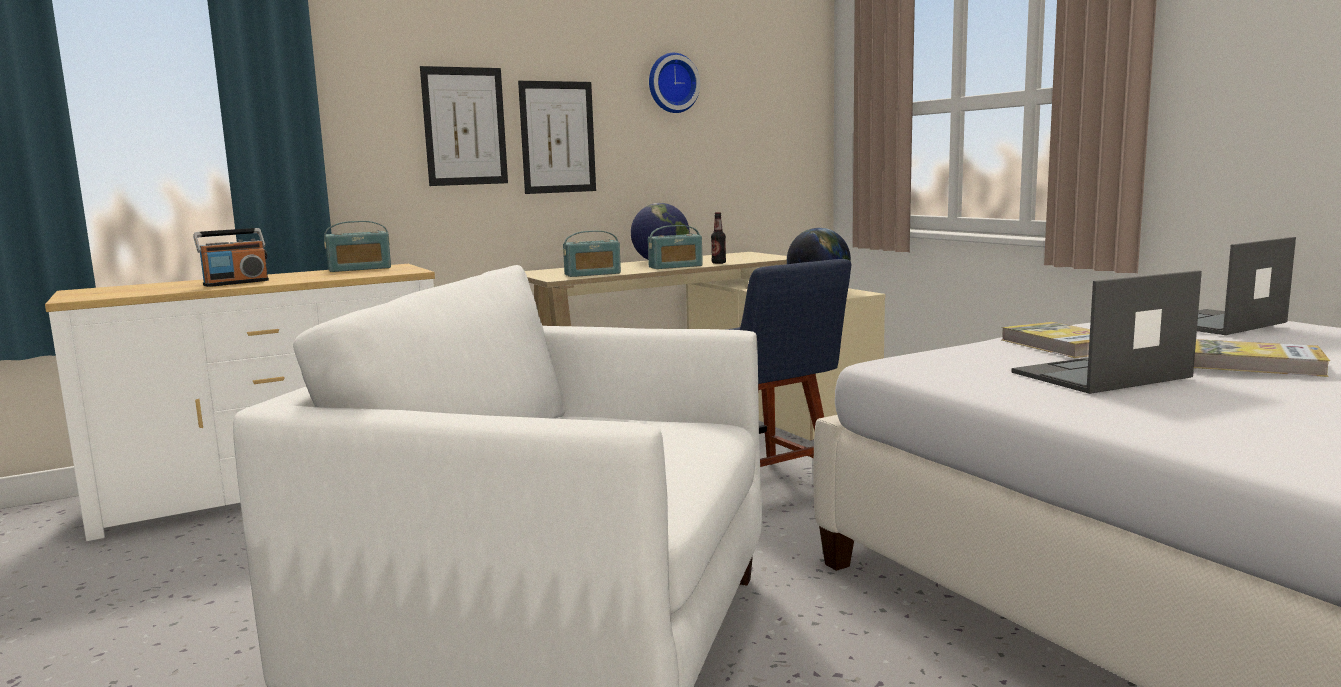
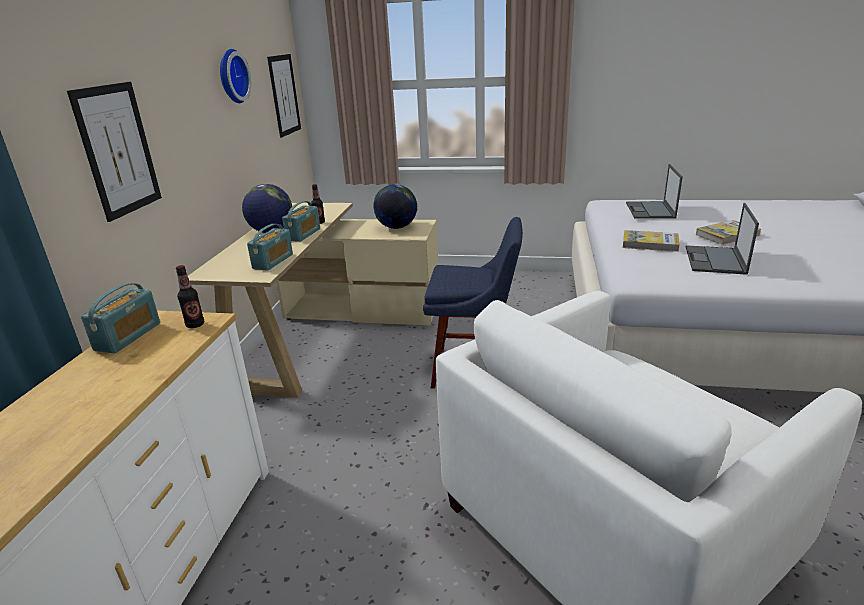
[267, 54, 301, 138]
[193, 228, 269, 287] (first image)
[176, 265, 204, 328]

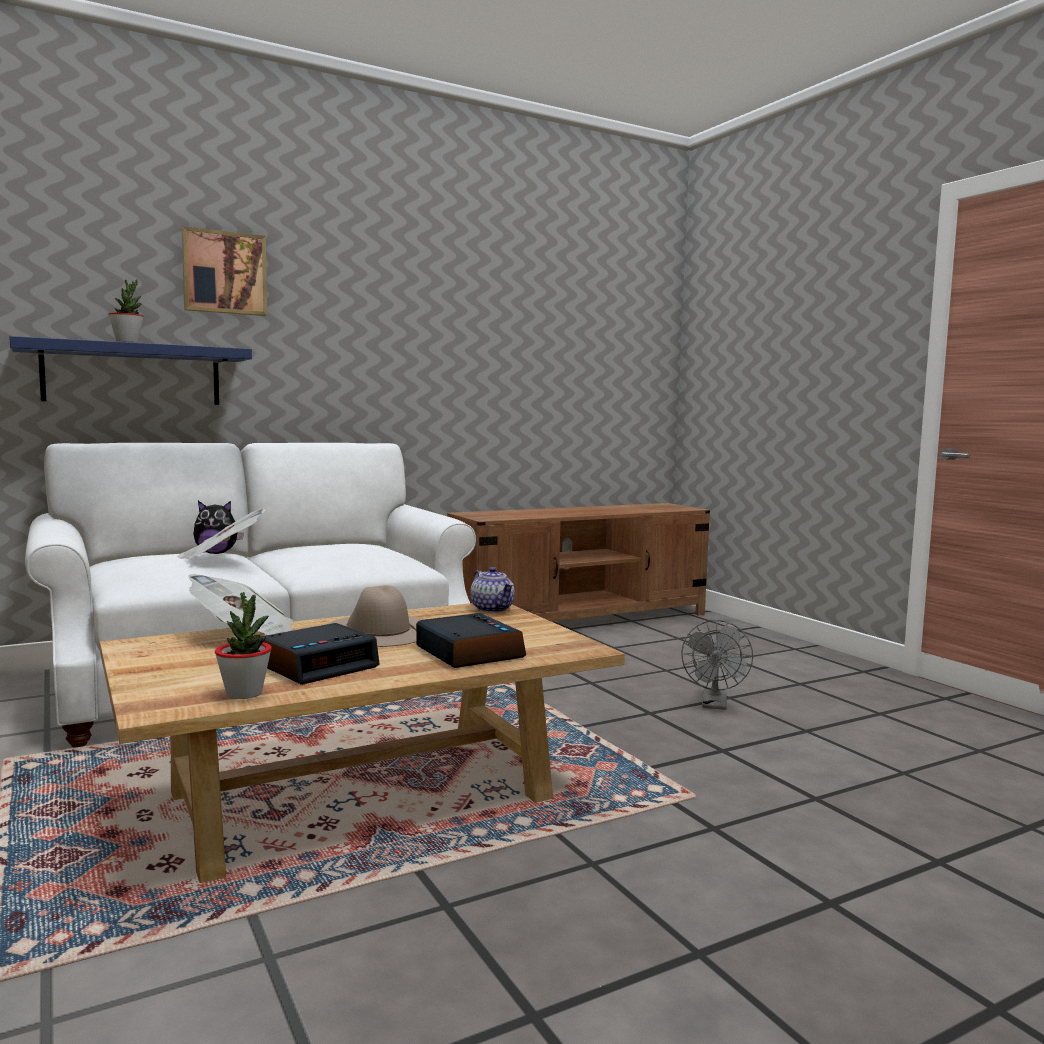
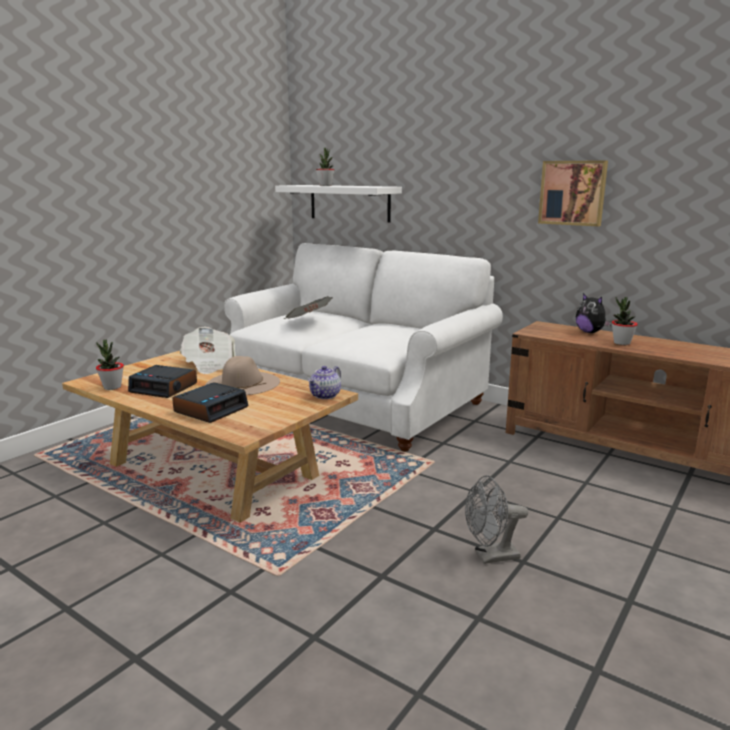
[538, 160, 608, 226]
[275, 185, 402, 223]
[576, 293, 611, 333]
[612, 297, 638, 345]

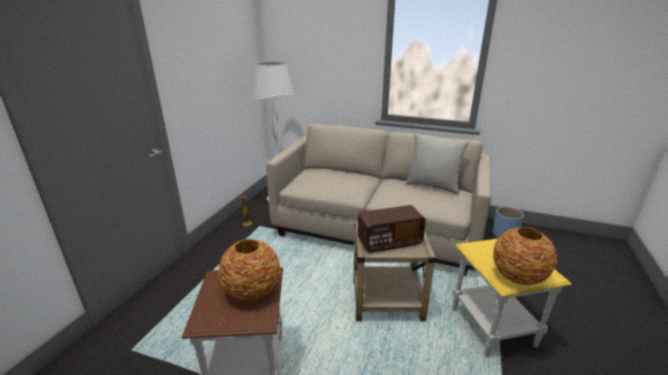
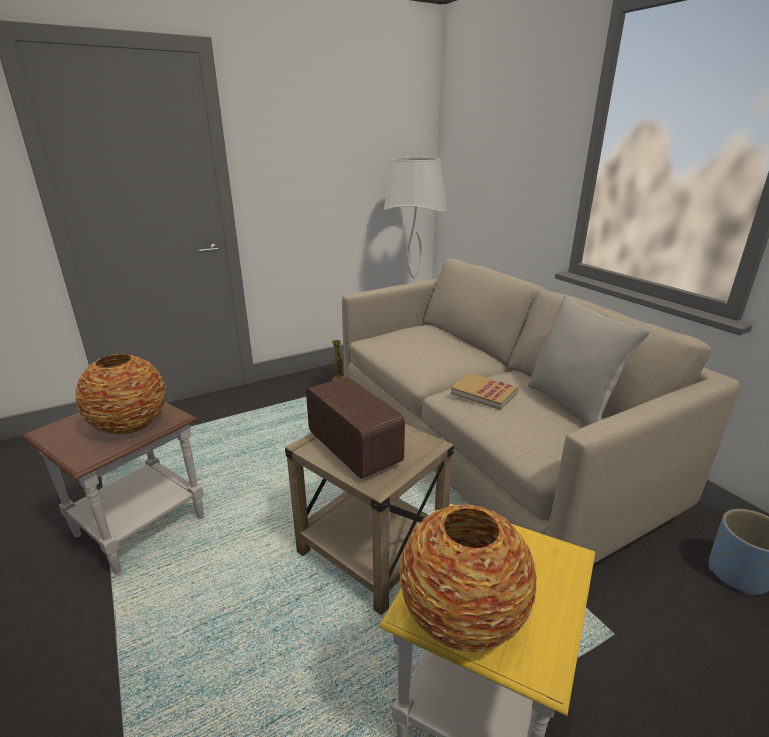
[306, 377, 405, 479]
[451, 373, 519, 410]

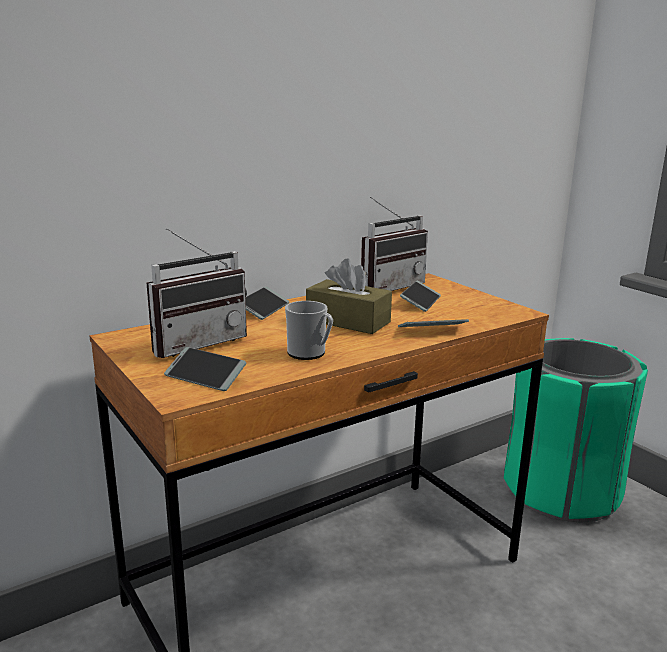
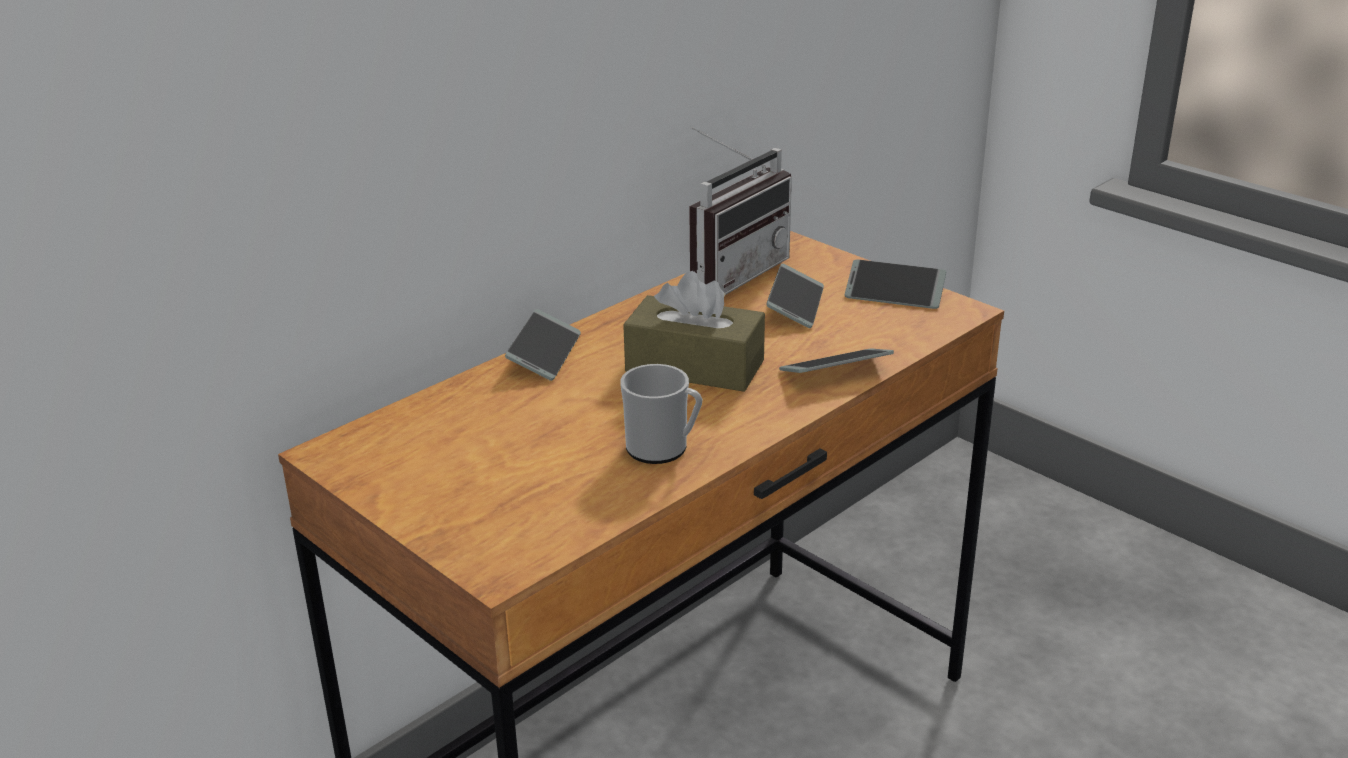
[147, 228, 247, 358] (first image)
[504, 338, 648, 522] (first image)
[845, 260, 946, 309]

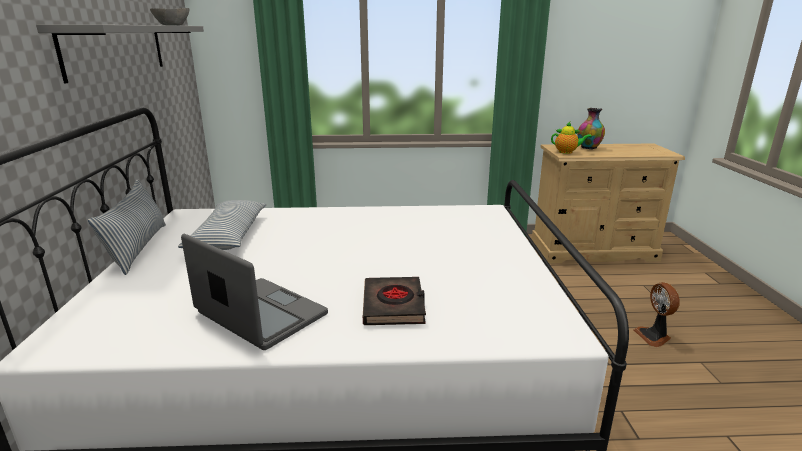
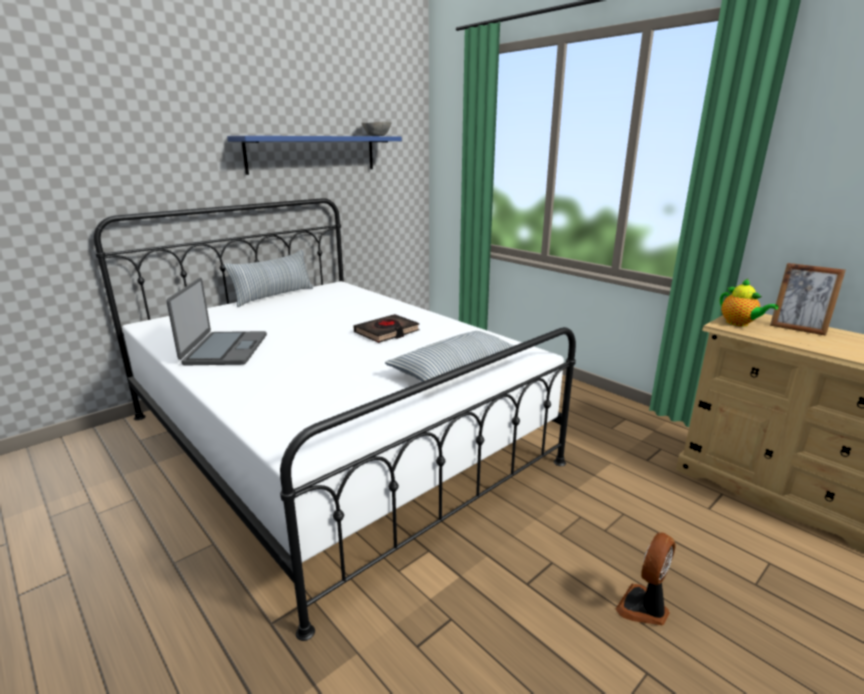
[227, 136, 402, 175]
[770, 263, 846, 336]
[385, 331, 515, 382]
[354, 314, 420, 343]

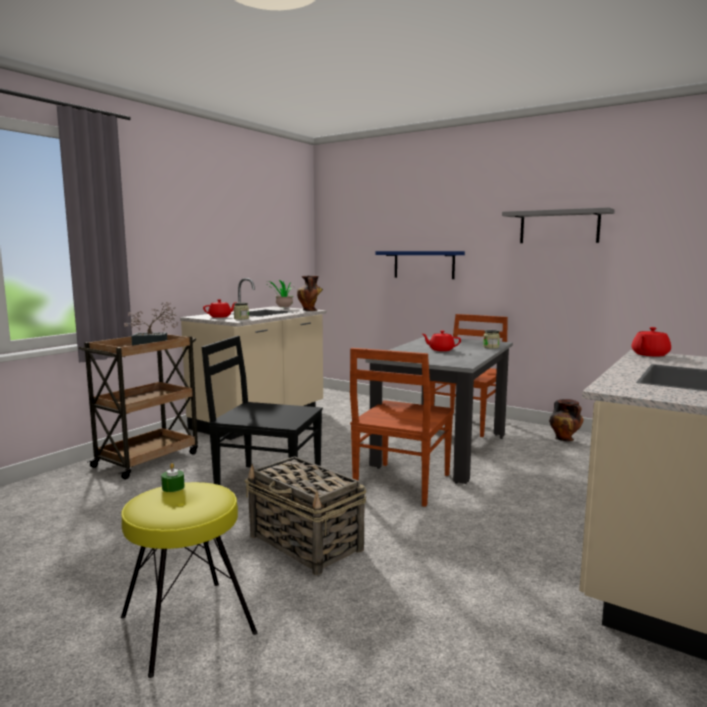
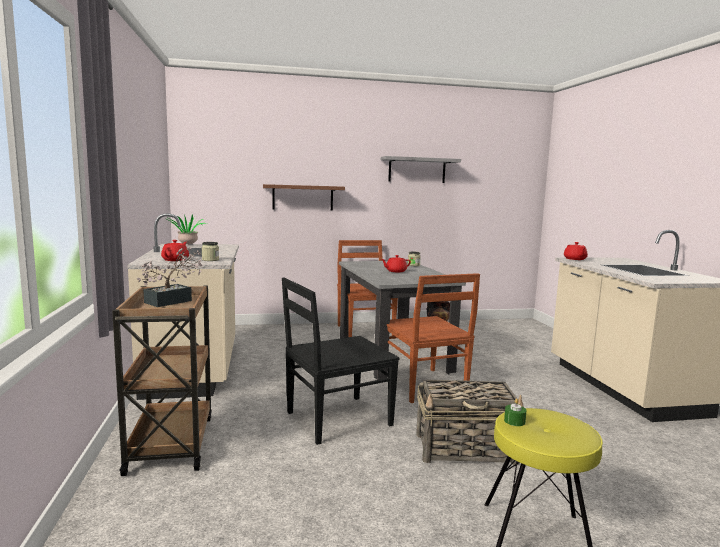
[263, 184, 345, 211]
[297, 276, 323, 311] (first image)

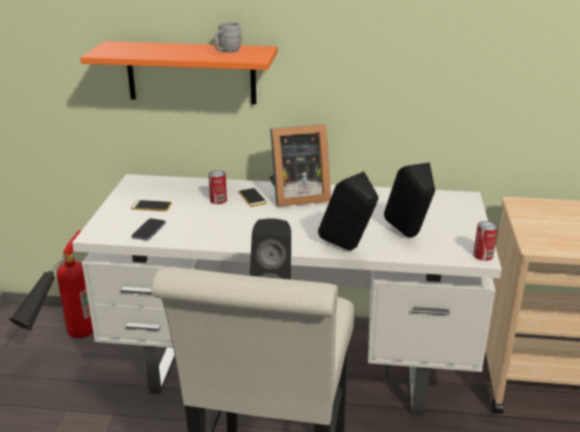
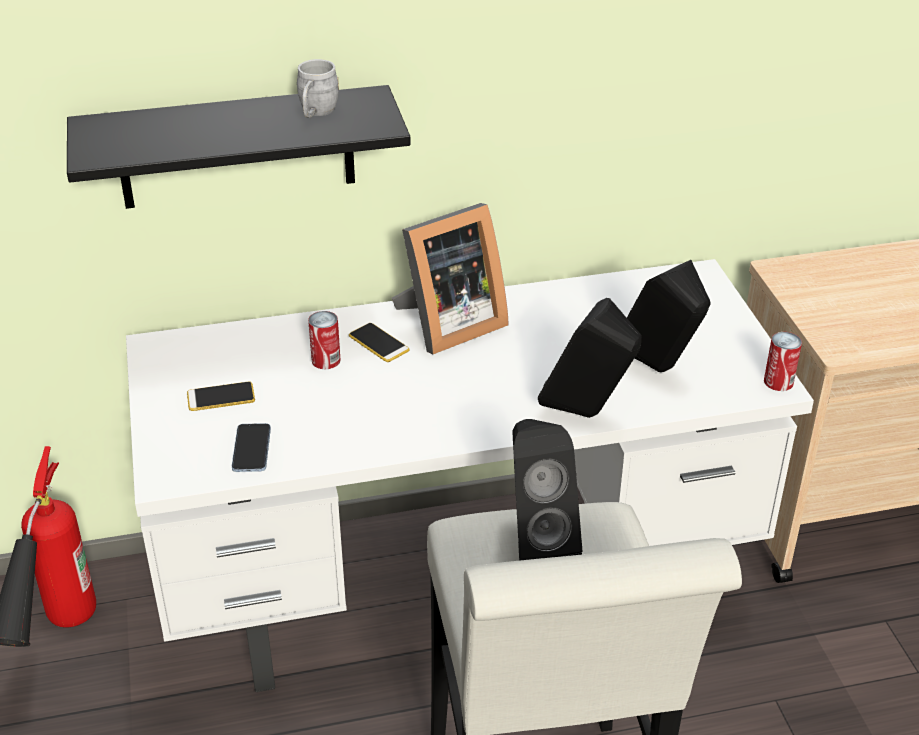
[67, 85, 411, 209]

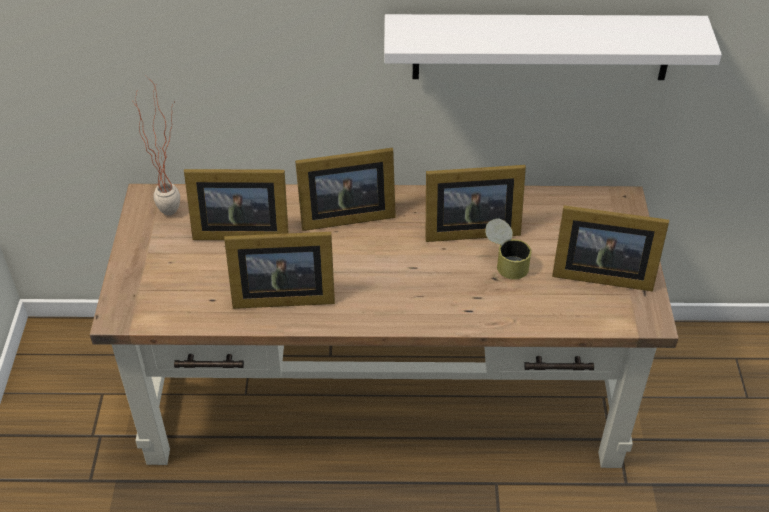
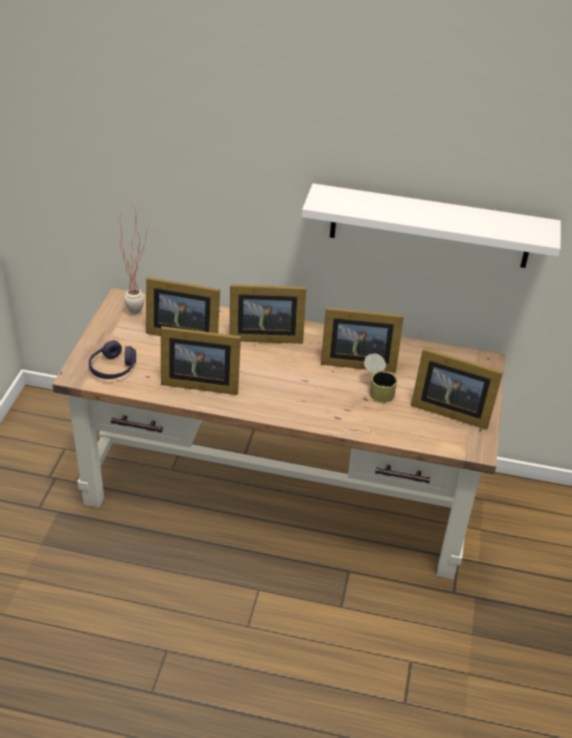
[89, 340, 136, 379]

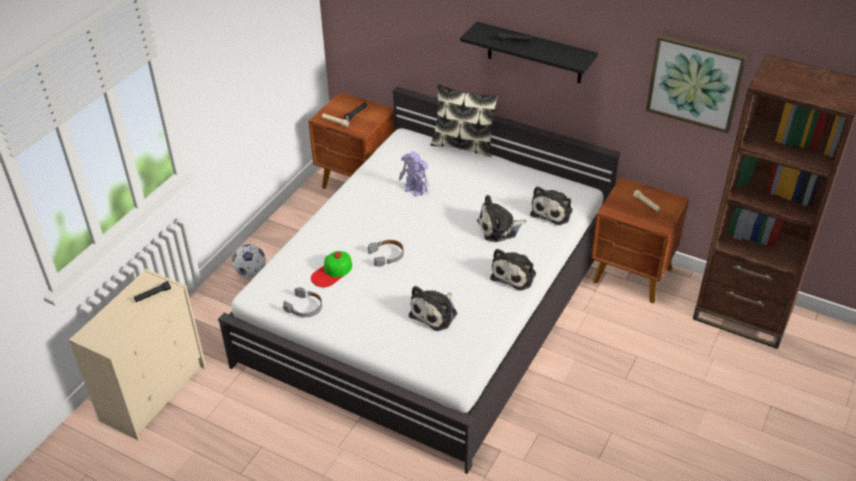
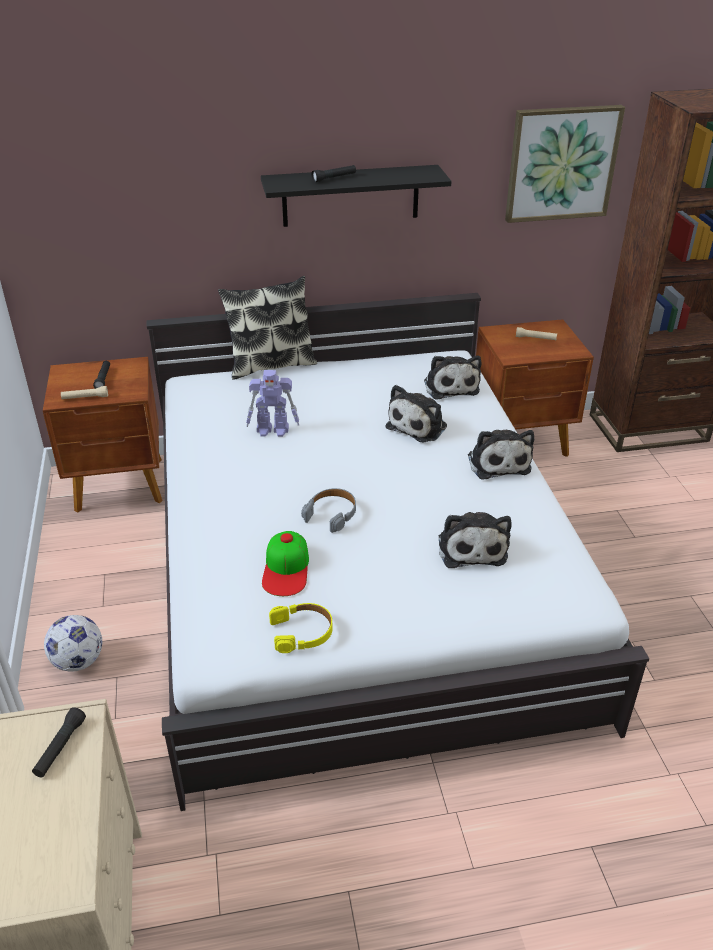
[269, 603, 333, 653]

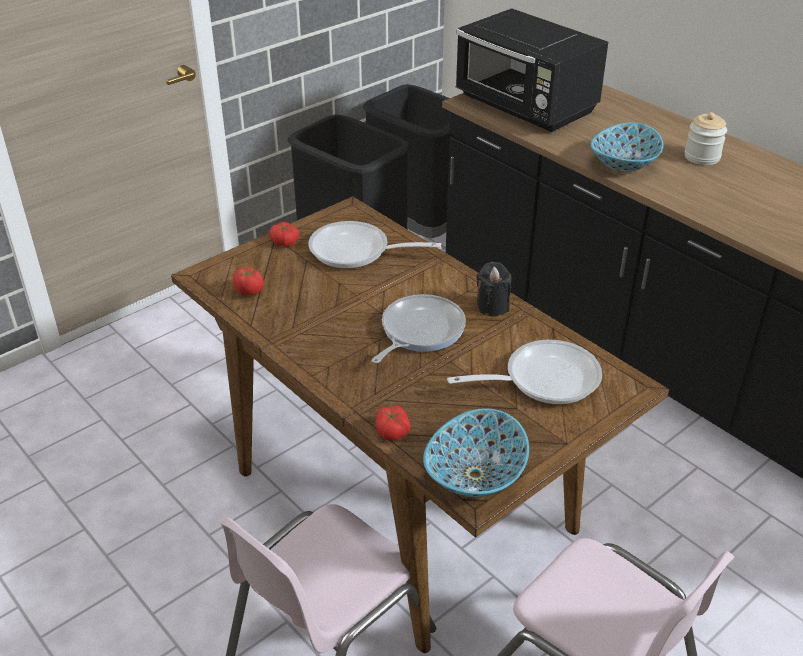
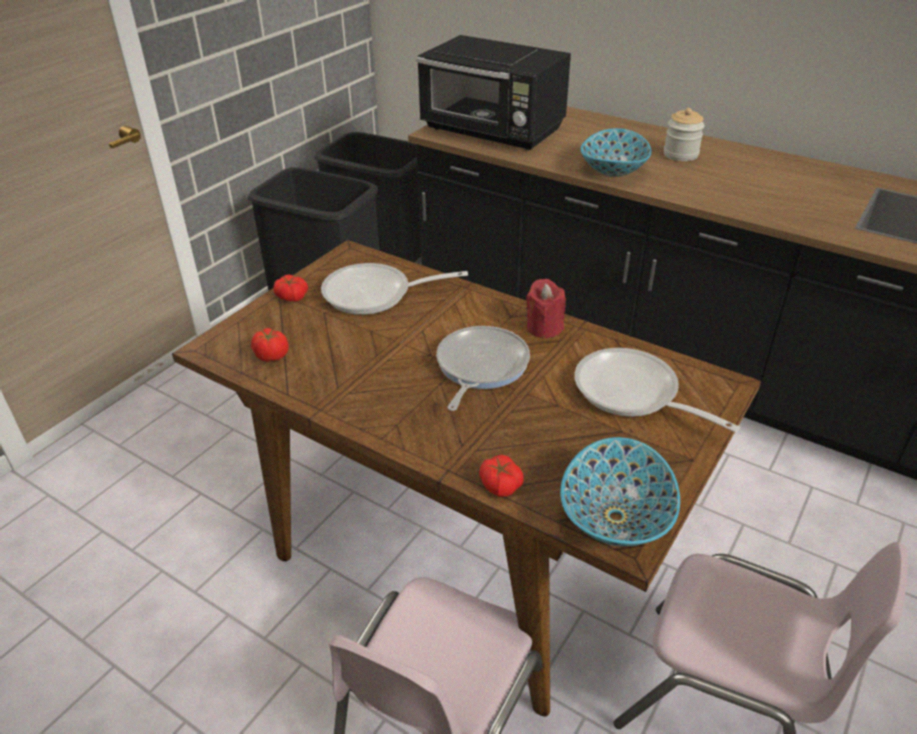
[526, 279, 566, 338]
[574, 348, 740, 432]

